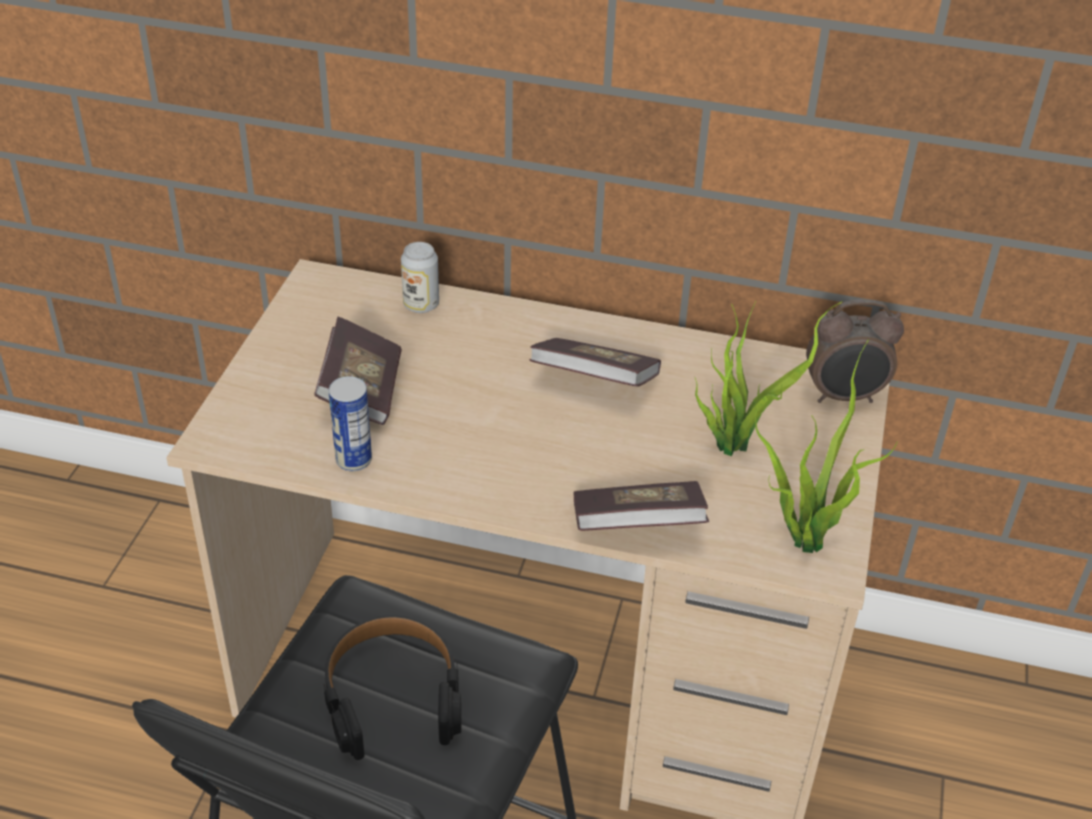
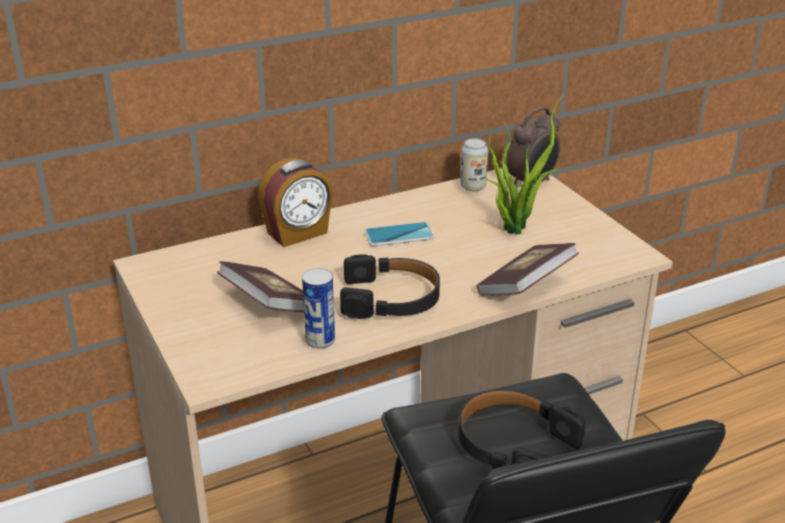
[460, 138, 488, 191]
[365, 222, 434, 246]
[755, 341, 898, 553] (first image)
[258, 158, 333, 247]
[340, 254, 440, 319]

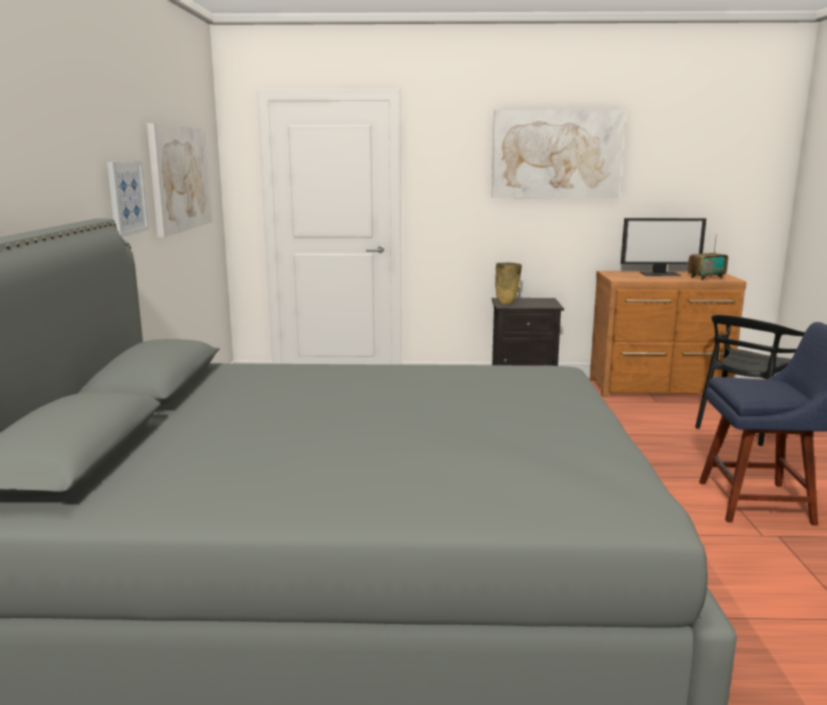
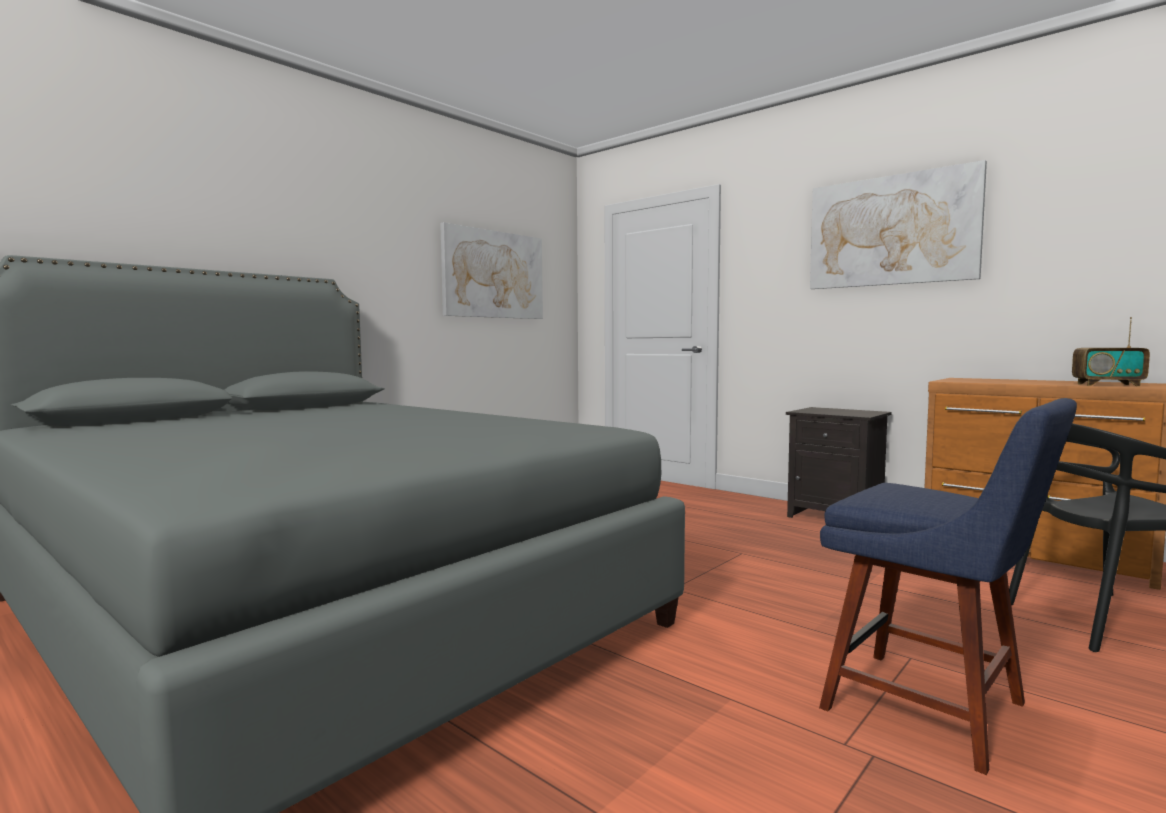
[107, 161, 149, 237] (first image)
[621, 218, 707, 276] (first image)
[495, 263, 522, 305] (first image)

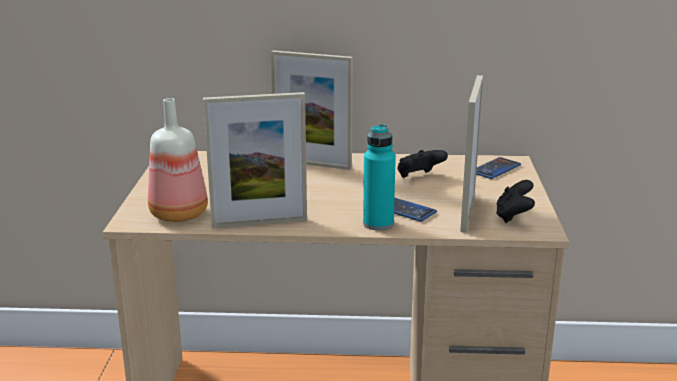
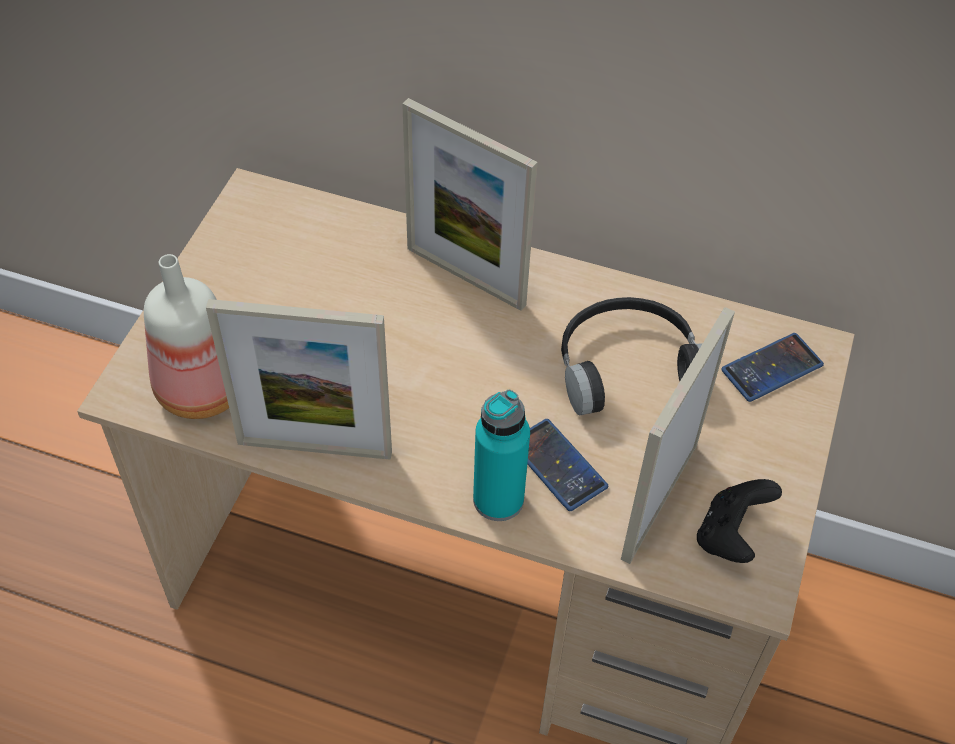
[561, 297, 703, 415]

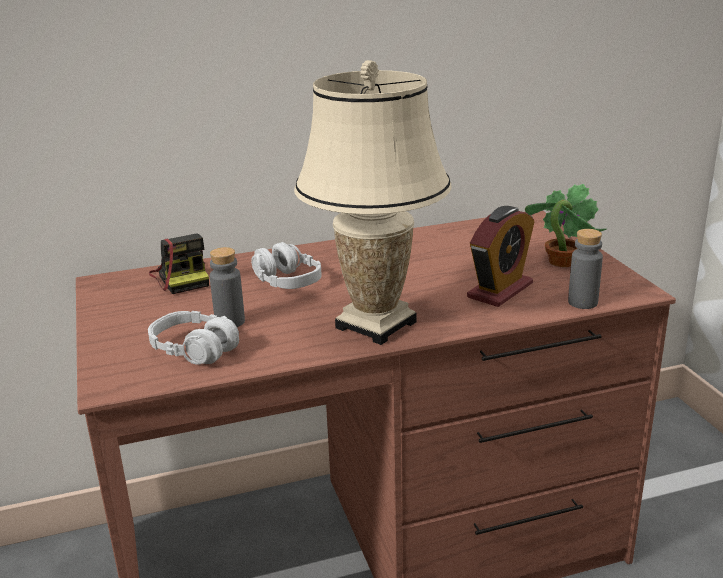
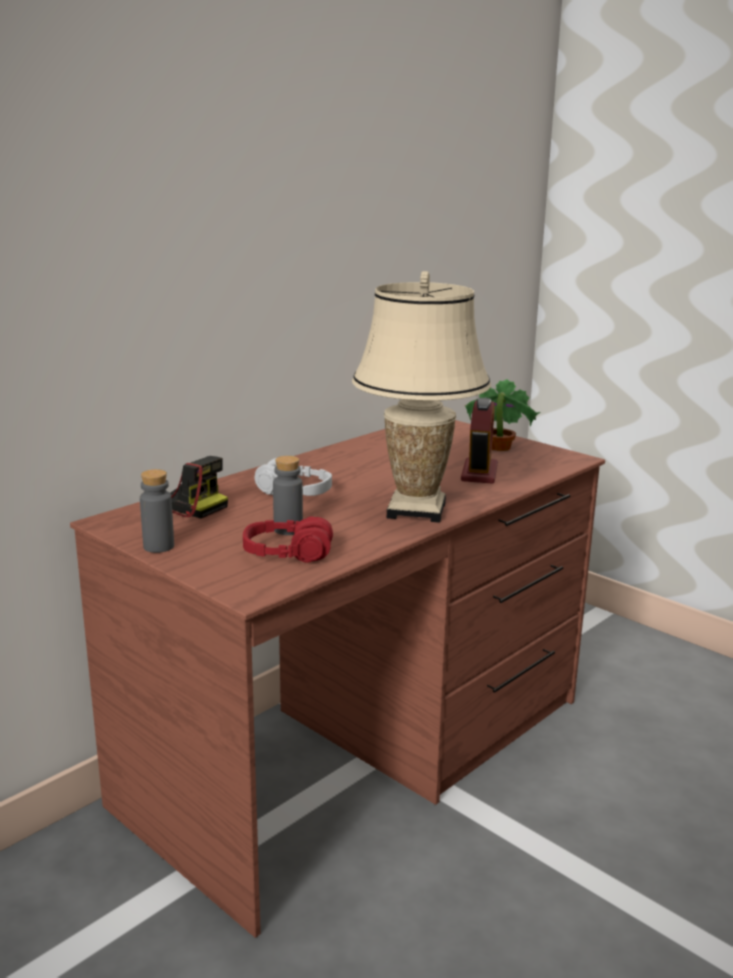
[140, 469, 174, 553]
[243, 516, 333, 563]

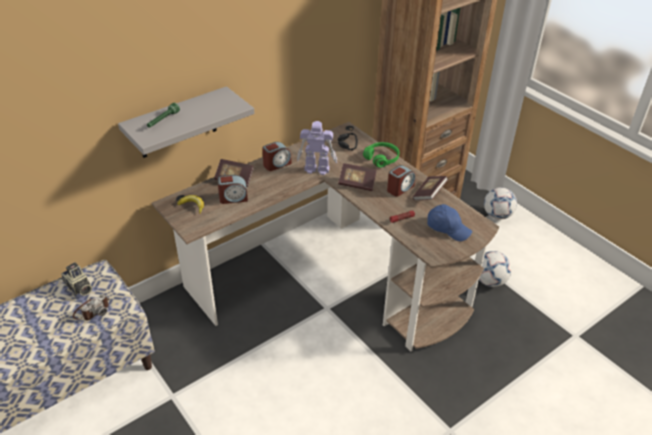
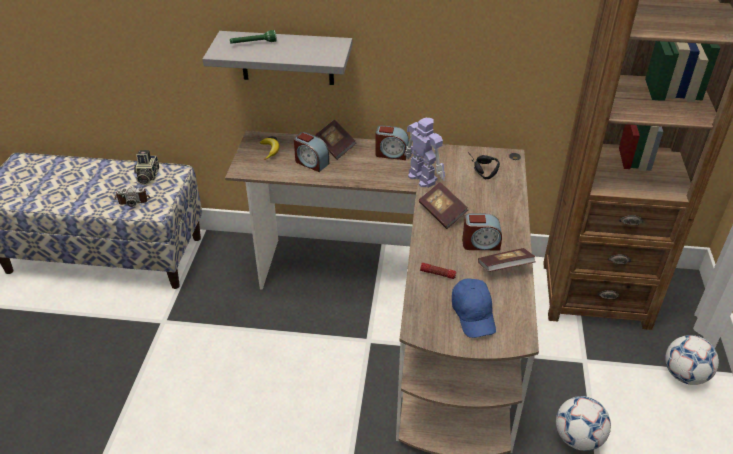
[363, 142, 399, 168] (first image)

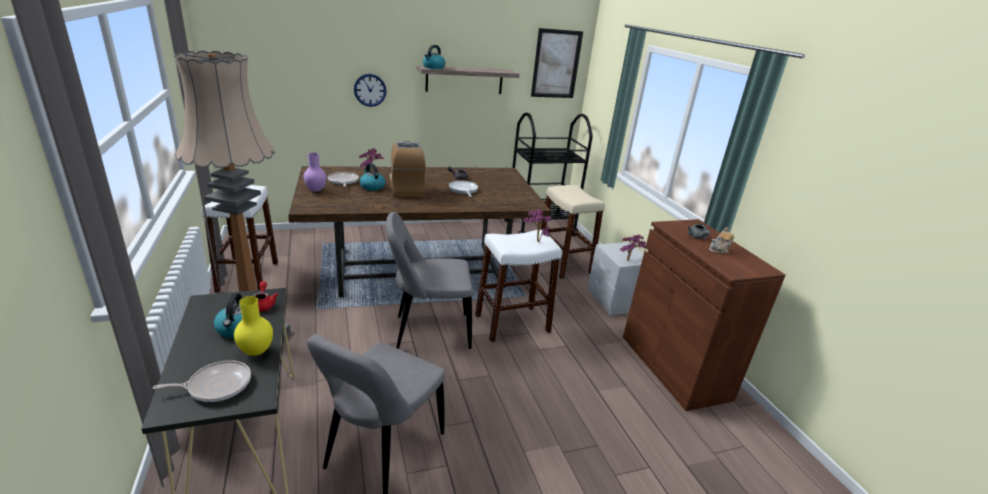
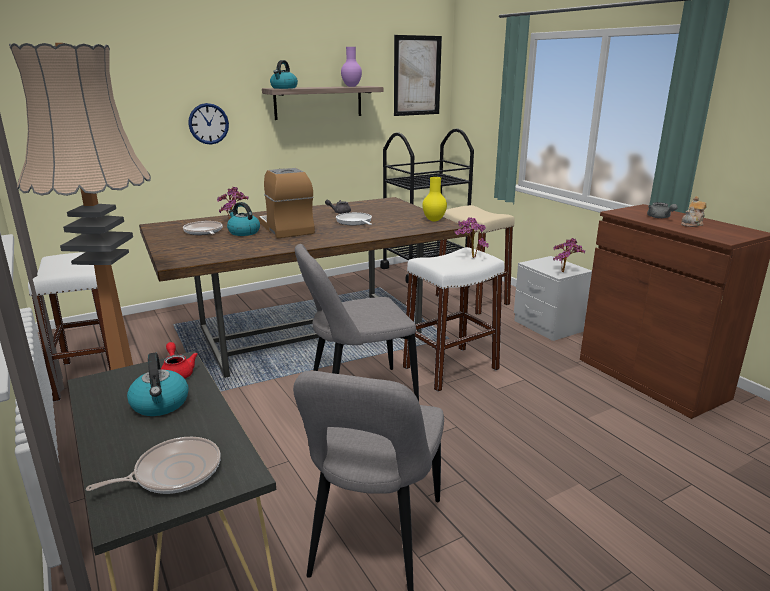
[341, 47, 362, 87]
[423, 177, 447, 221]

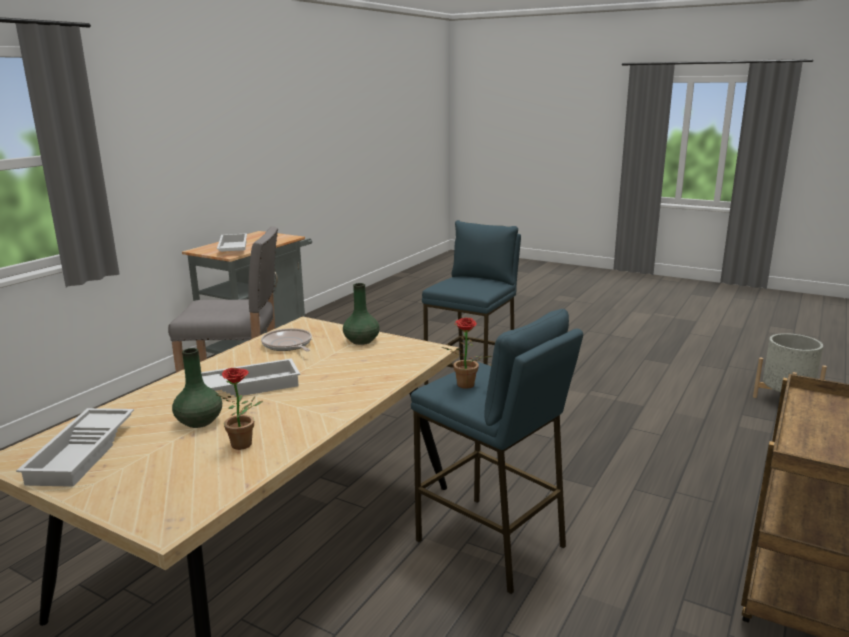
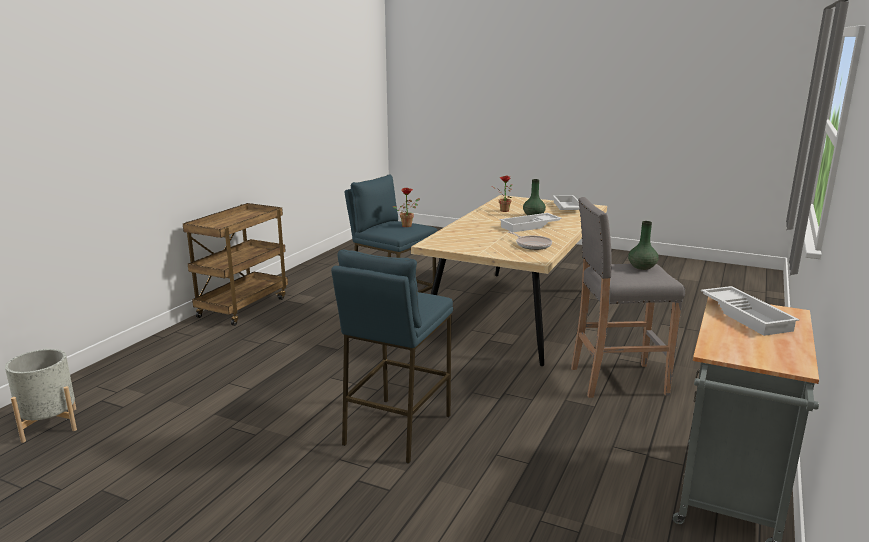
[628, 221, 659, 270]

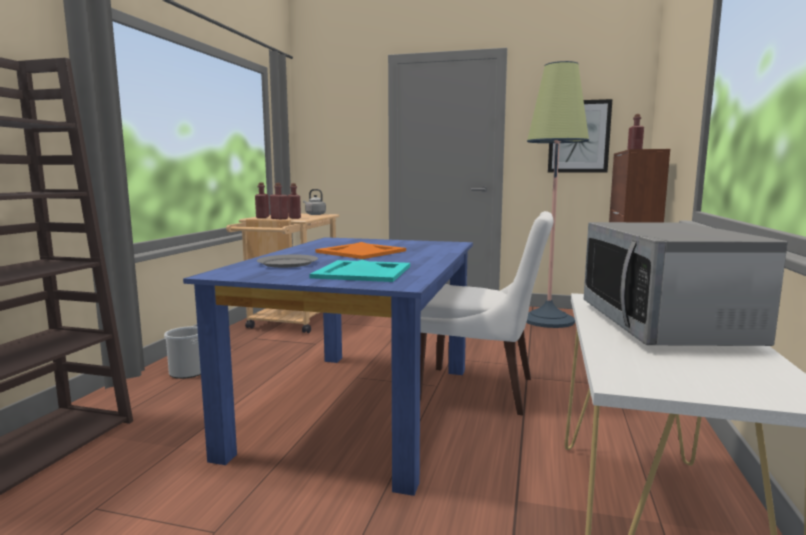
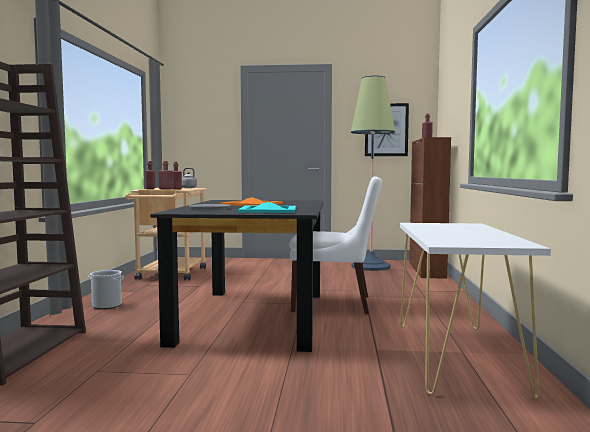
[584, 222, 788, 346] (first image)
[150, 200, 324, 352]

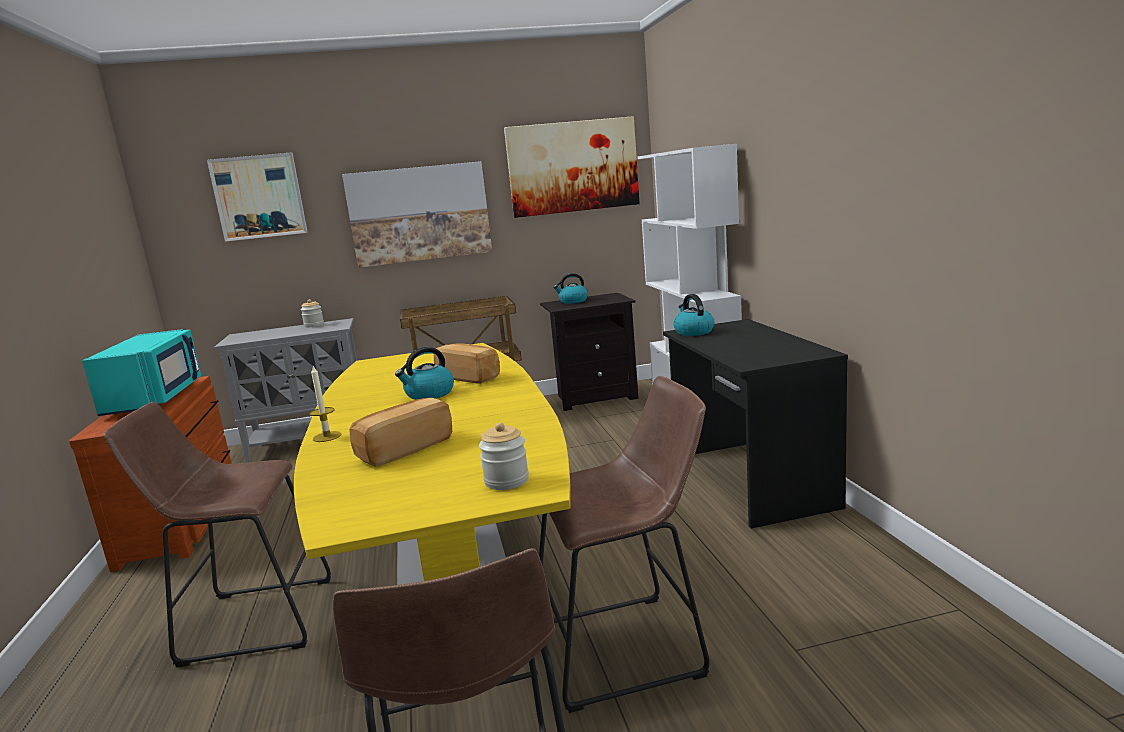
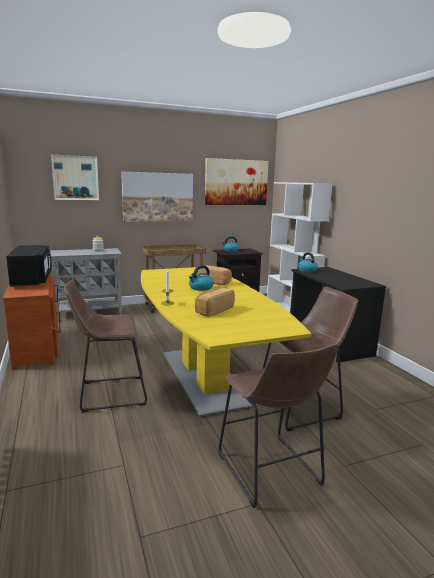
[6, 245, 52, 287]
[479, 422, 529, 490] (first image)

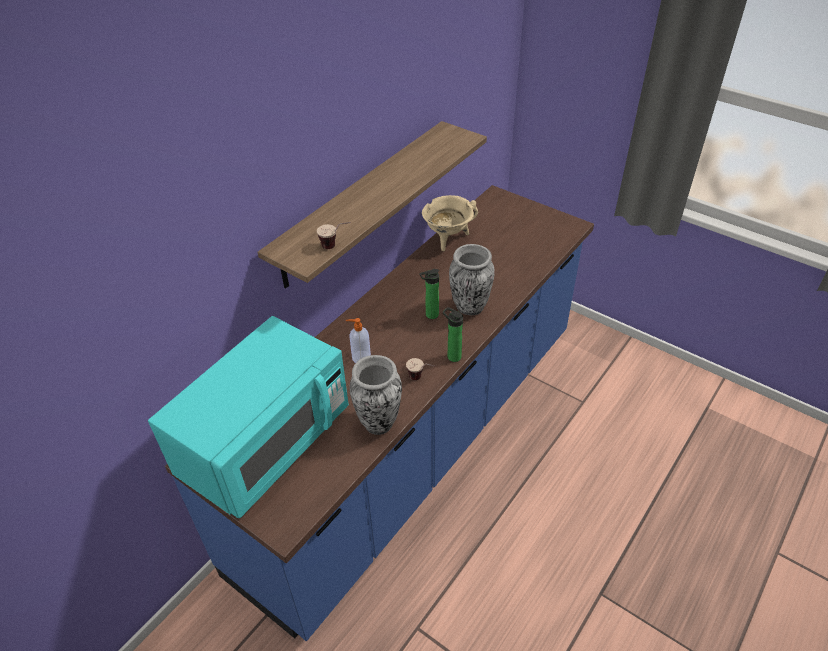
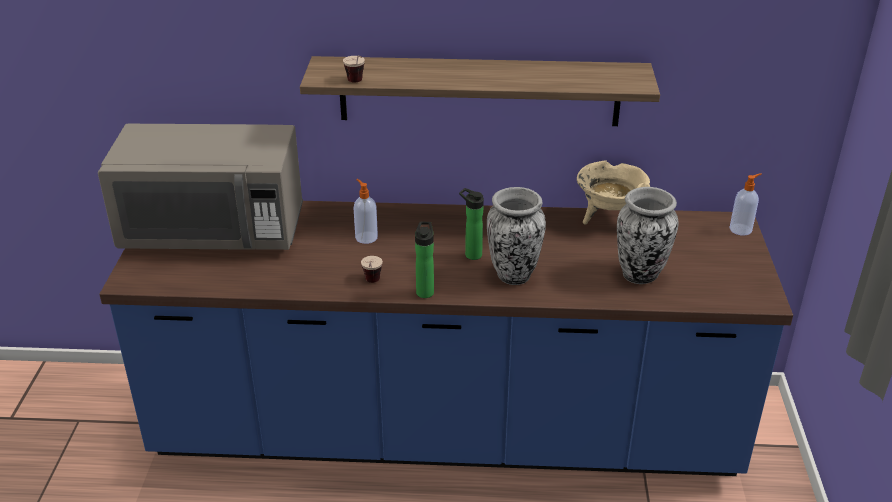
[98, 124, 303, 250]
[617, 187, 679, 284]
[729, 173, 762, 236]

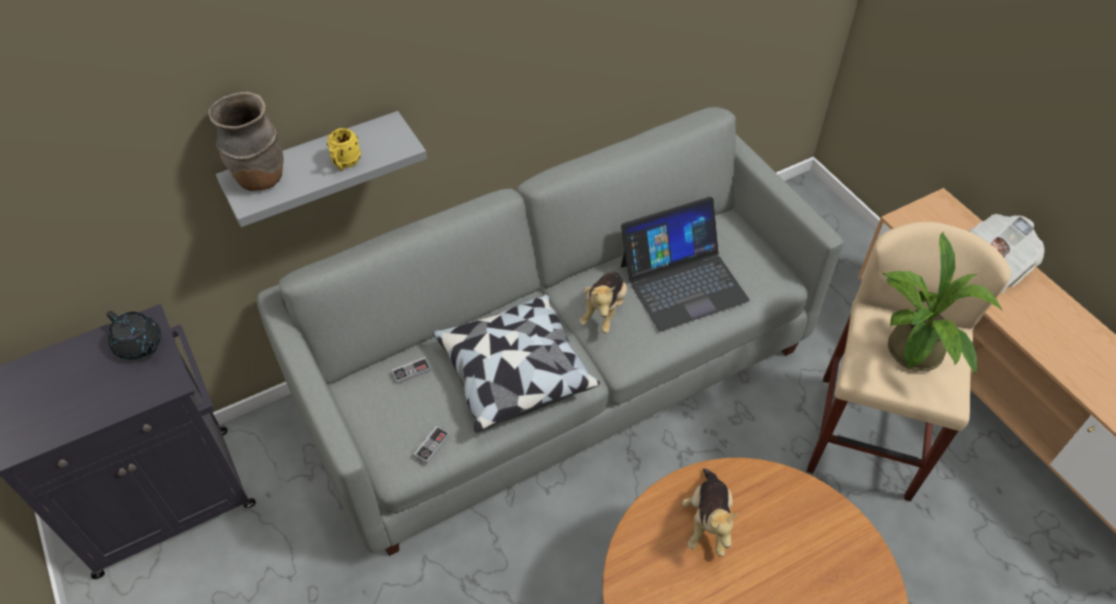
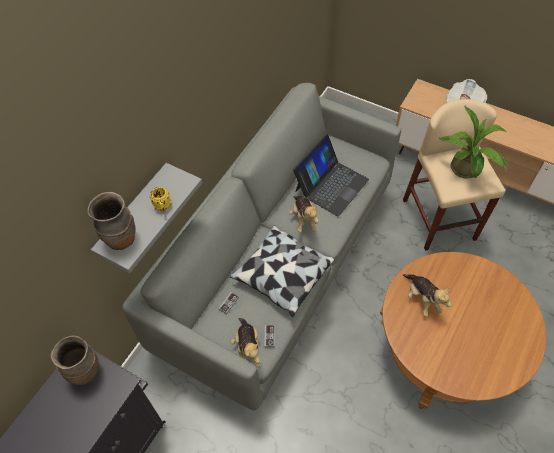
[51, 336, 99, 385]
[230, 318, 260, 367]

